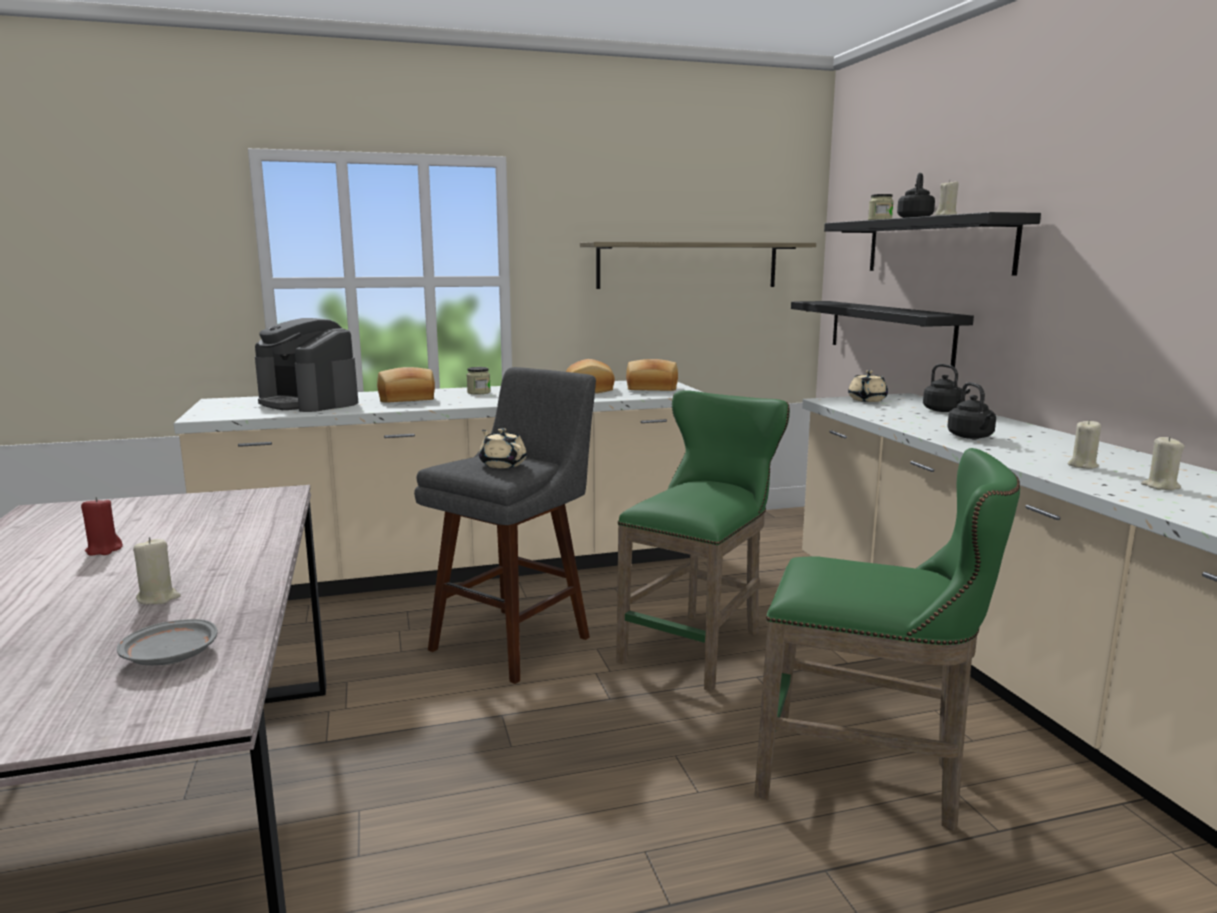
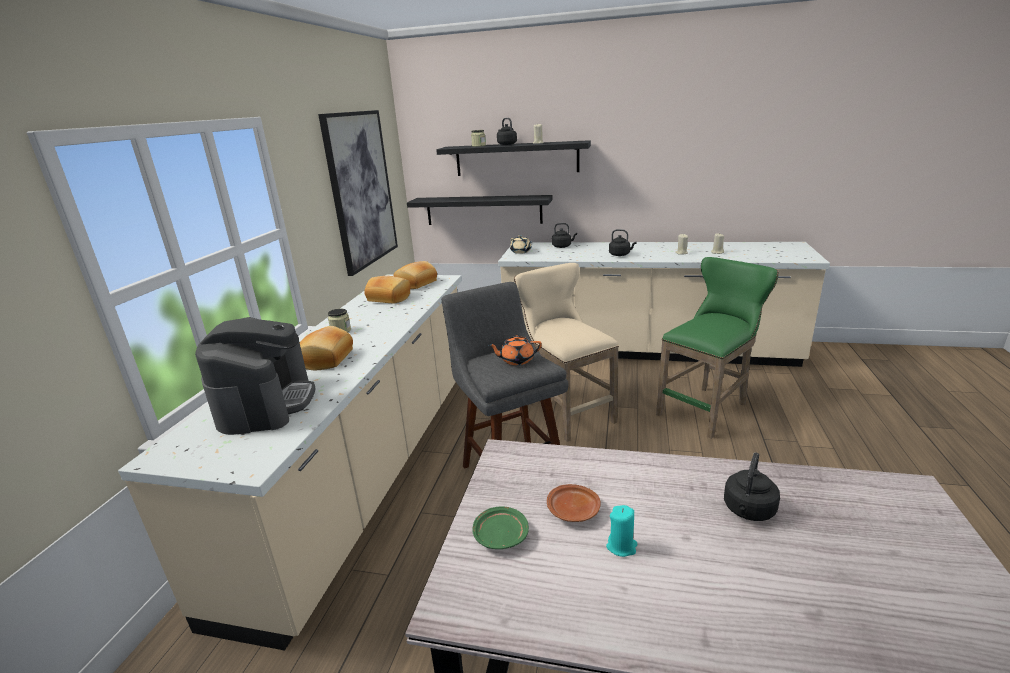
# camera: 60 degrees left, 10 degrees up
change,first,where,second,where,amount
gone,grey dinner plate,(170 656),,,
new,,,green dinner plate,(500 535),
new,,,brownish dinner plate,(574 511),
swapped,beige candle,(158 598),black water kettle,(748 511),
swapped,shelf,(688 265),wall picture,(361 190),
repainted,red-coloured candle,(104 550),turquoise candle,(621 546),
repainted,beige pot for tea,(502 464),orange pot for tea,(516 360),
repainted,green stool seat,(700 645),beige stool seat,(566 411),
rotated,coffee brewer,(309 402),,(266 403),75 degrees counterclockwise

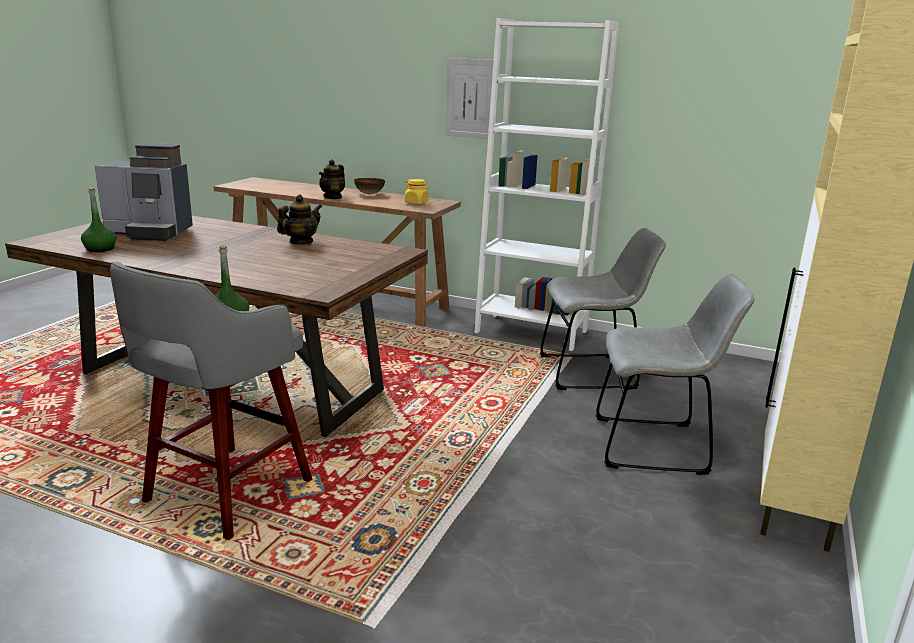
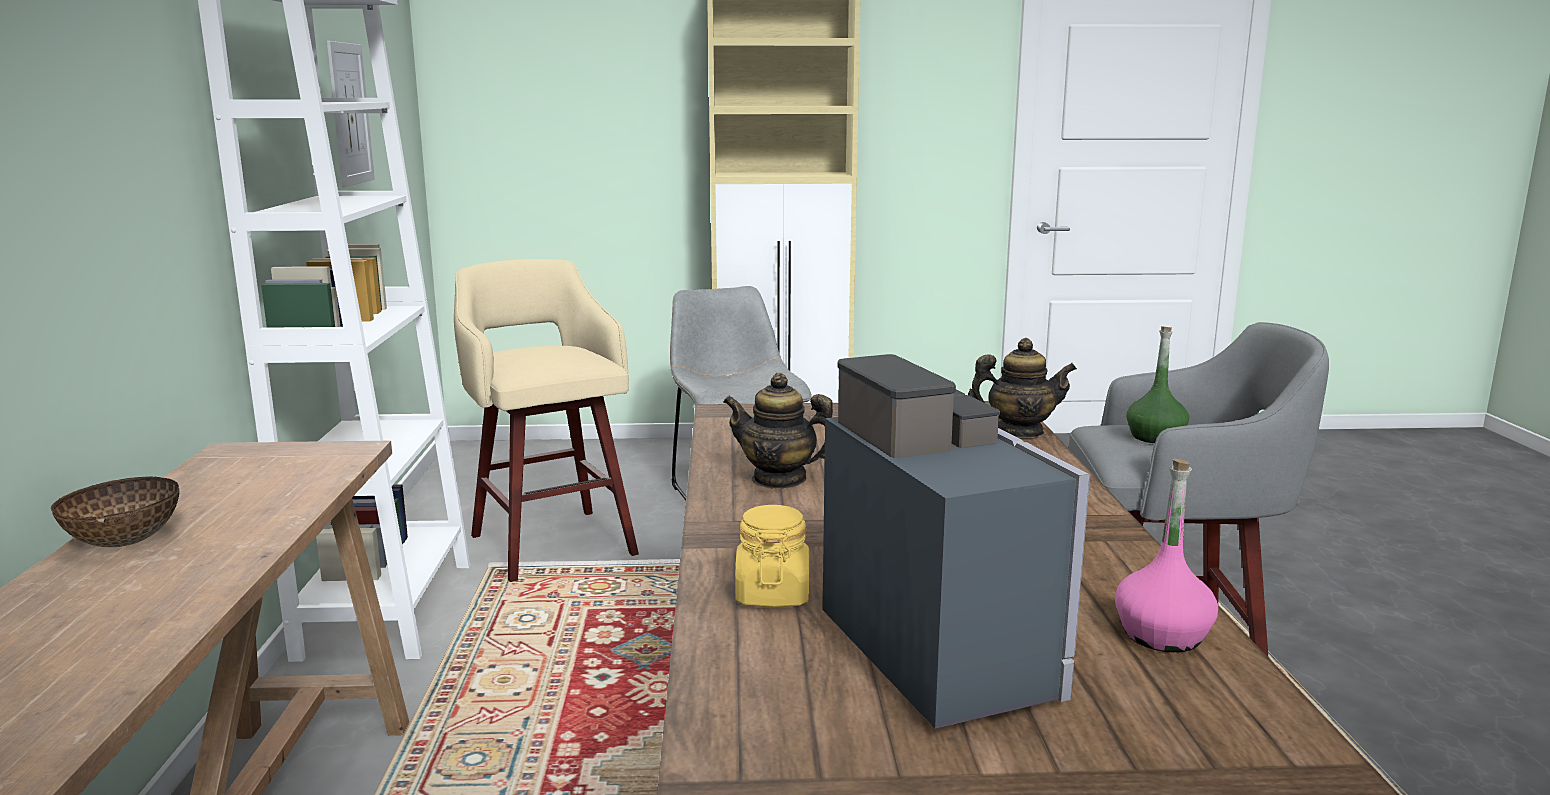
# camera: 115 degrees left, 5 degrees down
change,first,where,second,where,amount
shifted,pot for tea,(333 197),,(1018 432),
shifted,yellow-coloured preserve jar,(416 203),,(772 594),
shifted,wall picture,(470 98),,(350 114),
swapped,grey chair,(593 372),beige stool seat,(551 542),
repainted,green beverage bottle,(100 249),pinkish beverage bottle,(1162 635),

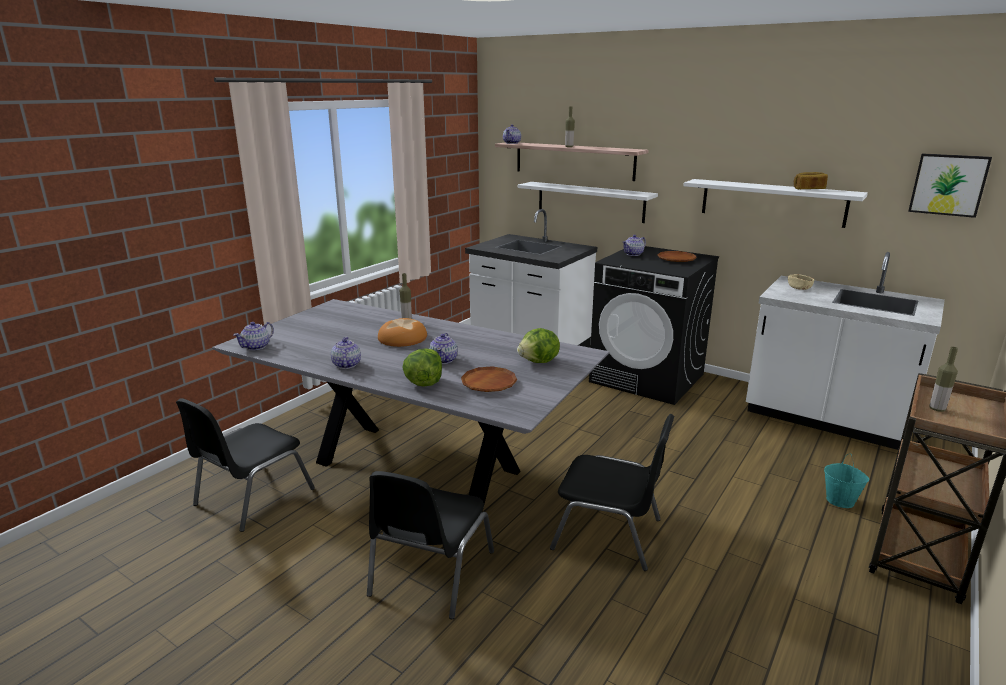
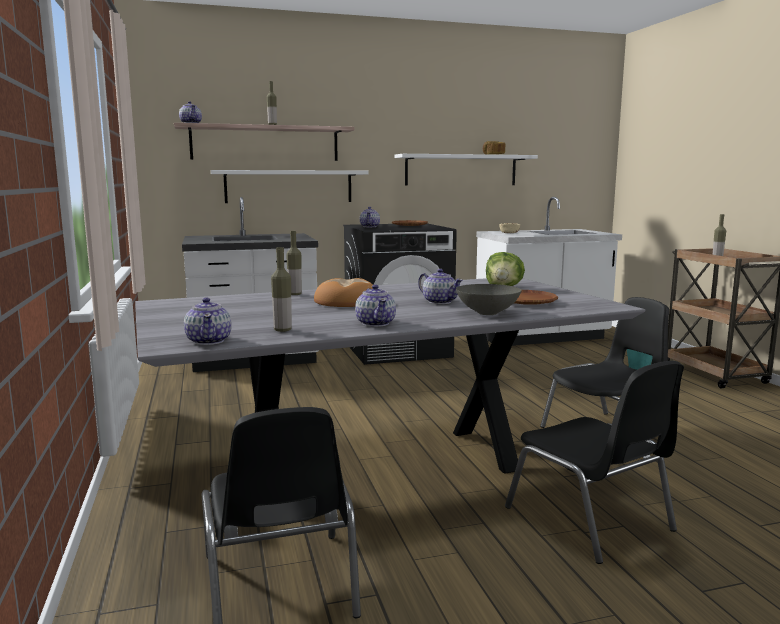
# camera: 50 degrees left, 10 degrees down
change,first,where,second,where,amount
gone,wall picture,(948 184),,,
new,,,beverage bottle,(282 330),
swapped,head of lettuce,(423 383),grey deep dish,(487 313),
rotated,pot for tea,(346 365),,(376 323),135 degrees counterclockwise

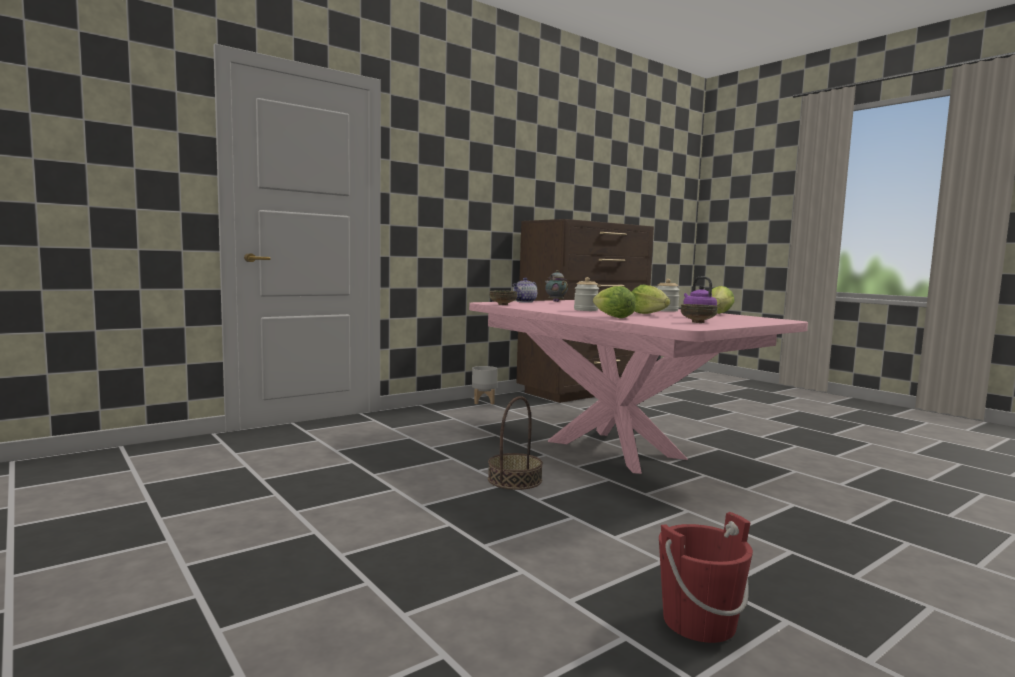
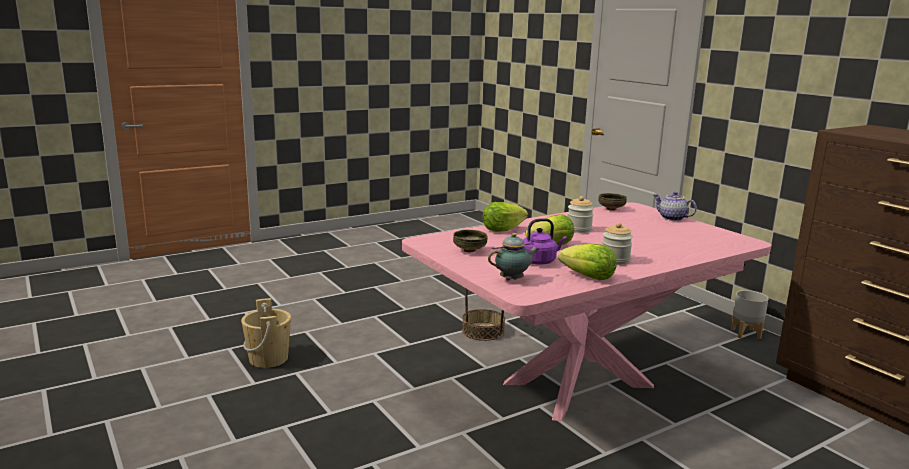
# camera: 95 degrees right, 10 degrees up
change,first,where,second,where,amount
shifted,pot for tea,(555 301),,(513 279),
repainted,red-coloured water bucket,(699 622),beige water bucket,(268 359),

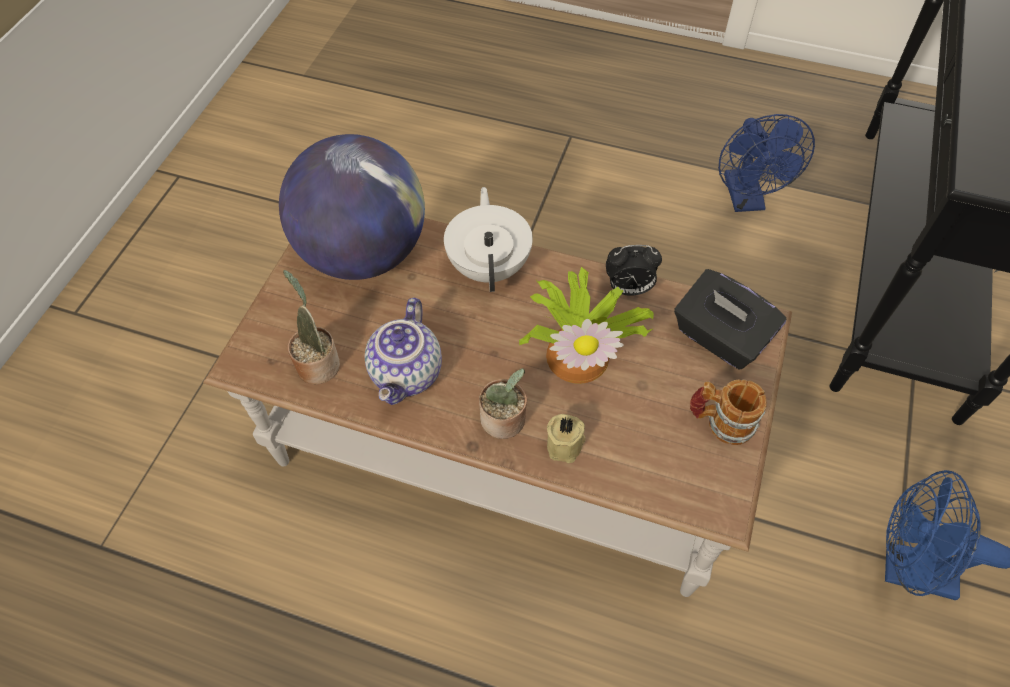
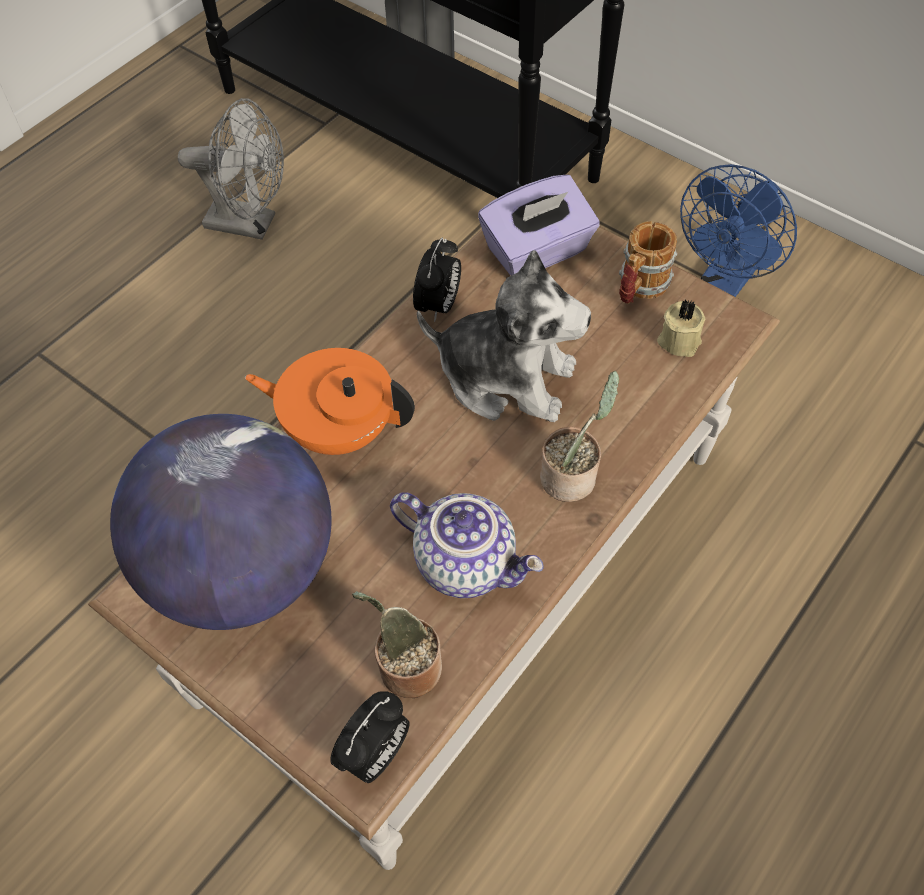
# camera: 70 degrees left, 0 degrees up
change,first,where,second,where,amount
new,,,alarm clock,(375 754),
shifted,beige candle,(566 445),,(679 339),
swapped,potted plant,(580 352),plush toy,(506 377),
repainted,whitish pot for tea,(490 266),orange pot for tea,(338 429),
repainted,black tissue box,(720 338),purple tissue box,(537 252),
repainted,blue-coloured electric fan,(746 200),grey electric fan,(251 223),

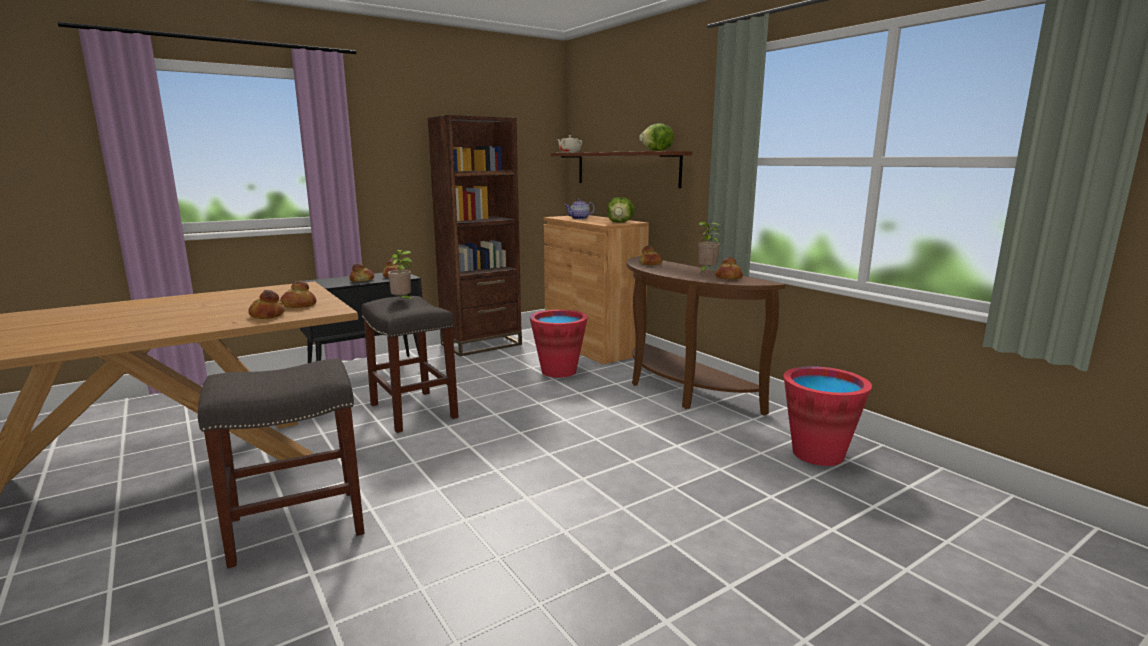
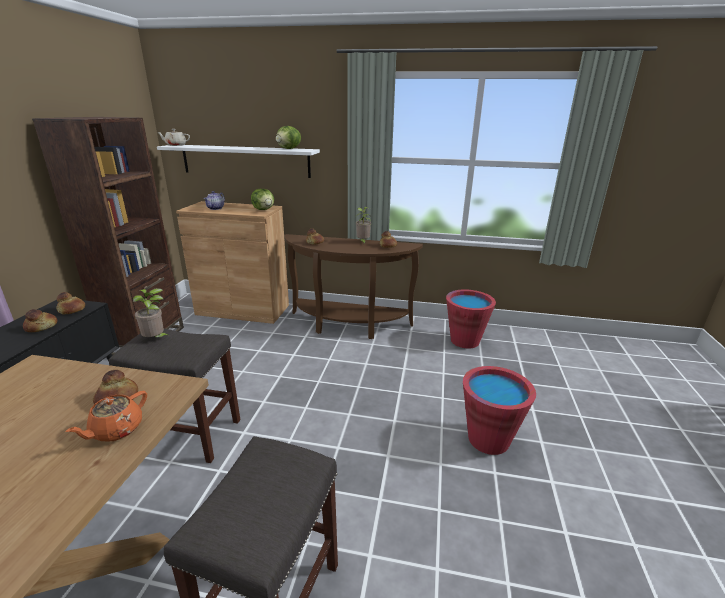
# camera: 45 degrees left, 10 degrees up
change,first,where,second,where,amount
shifted,red-coloured water bucket,(559 371),,(488 439),
swapped,bakery bread,(268 315),orange pot for tea,(116 430),
repainted,brownish shelf,(625 168),whitish shelf,(245 161),

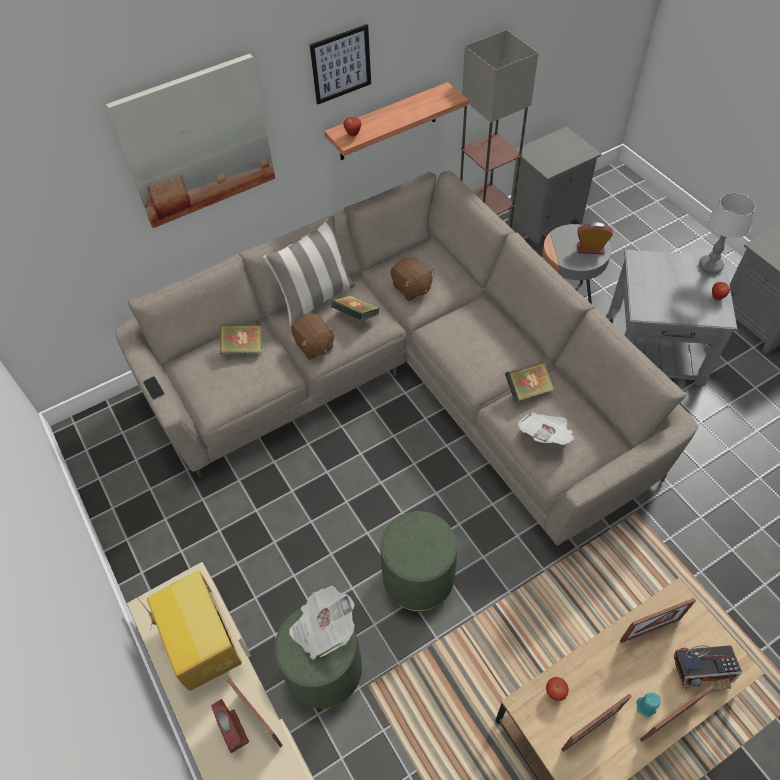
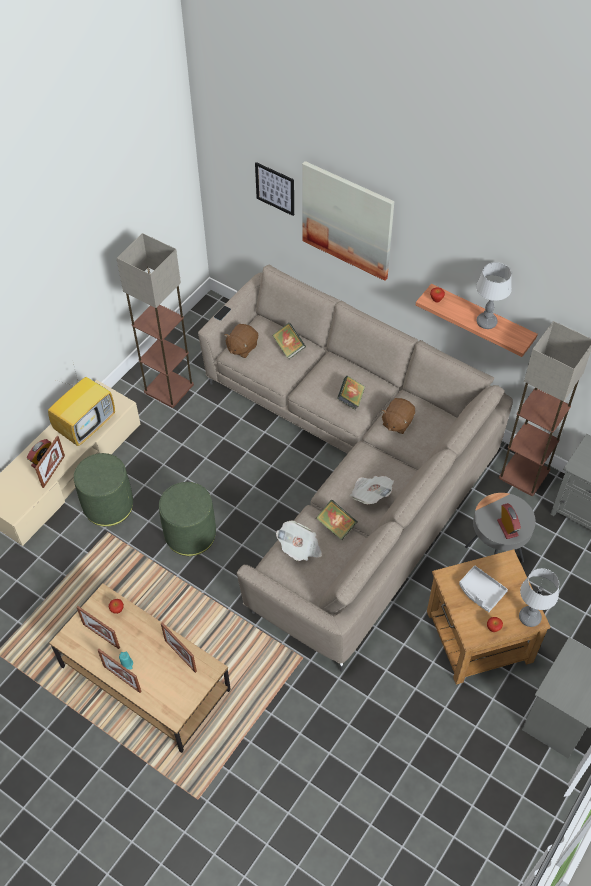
# camera: 65 degrees right, 0 degrees up
change,first,where,second,where,amount
gone,pillow,(315 298),,,
gone,radio,(701 672),,,
new,,,standard lamp,(169 388),
new,,,grey tray,(480 592),
new,,,table lamp,(486 322),
shifted,newspaper,(323 628),,(370 494),
shifted,brownish plush toy,(314 345),,(242 347),
shifted,wall picture,(341 64),,(275 188),
repainted,grey side table,(654 347),brownish side table,(478 636),

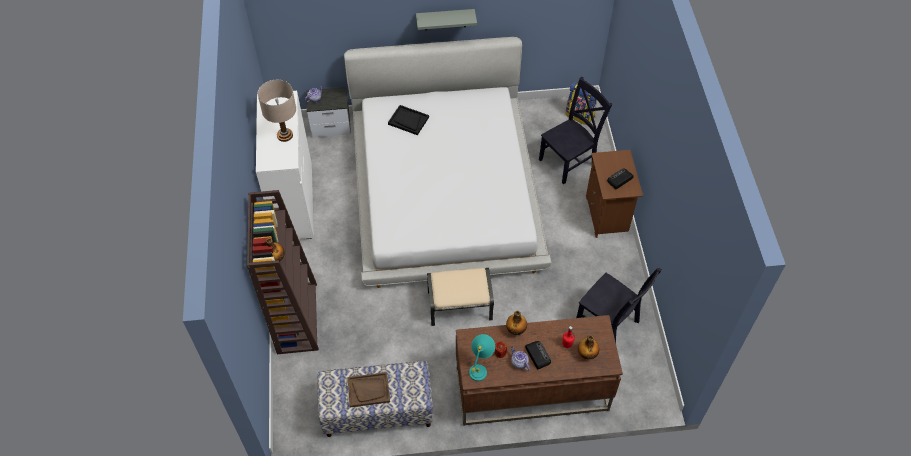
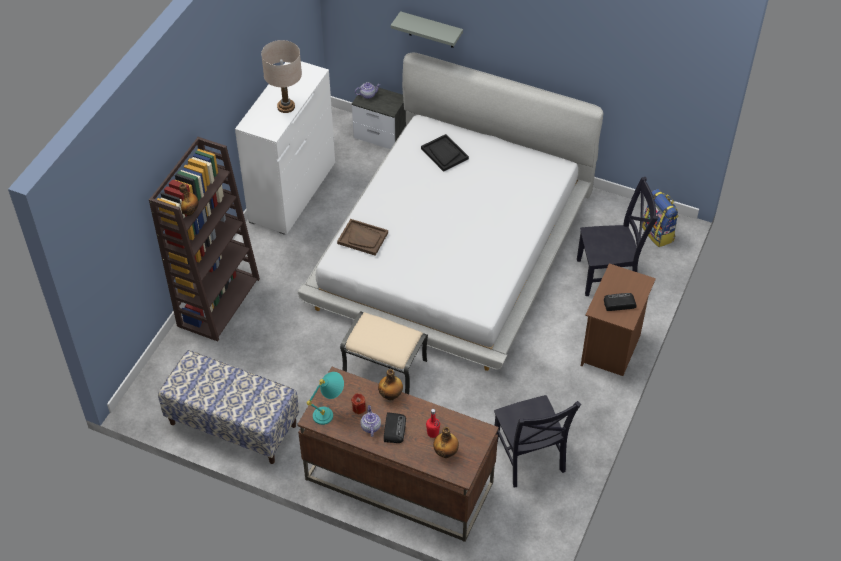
# camera: 30 degrees right, 5 degrees down
change,first,where,second,where,amount
shifted,brownish tray,(368 390),,(363 238),
shifted,grey shelf,(445 19),,(431 30),

